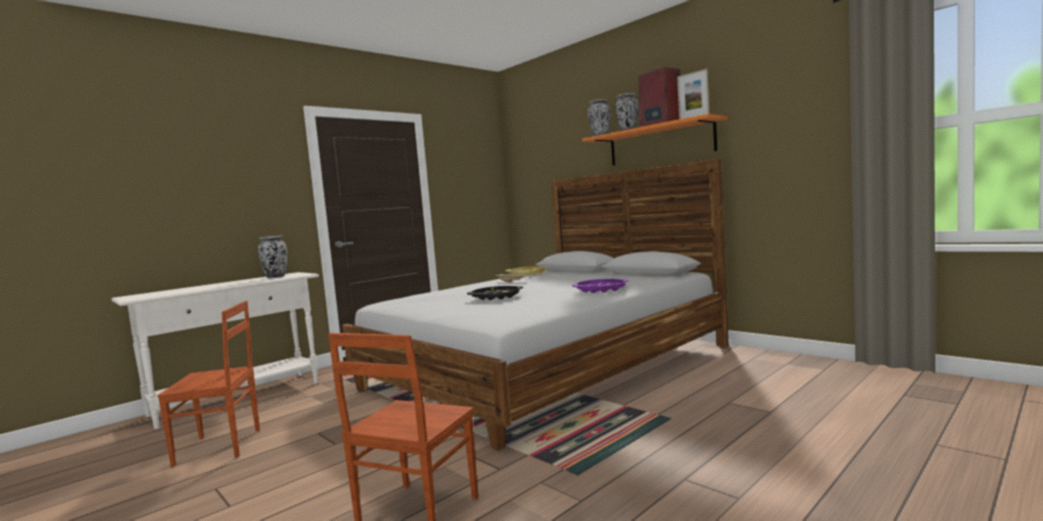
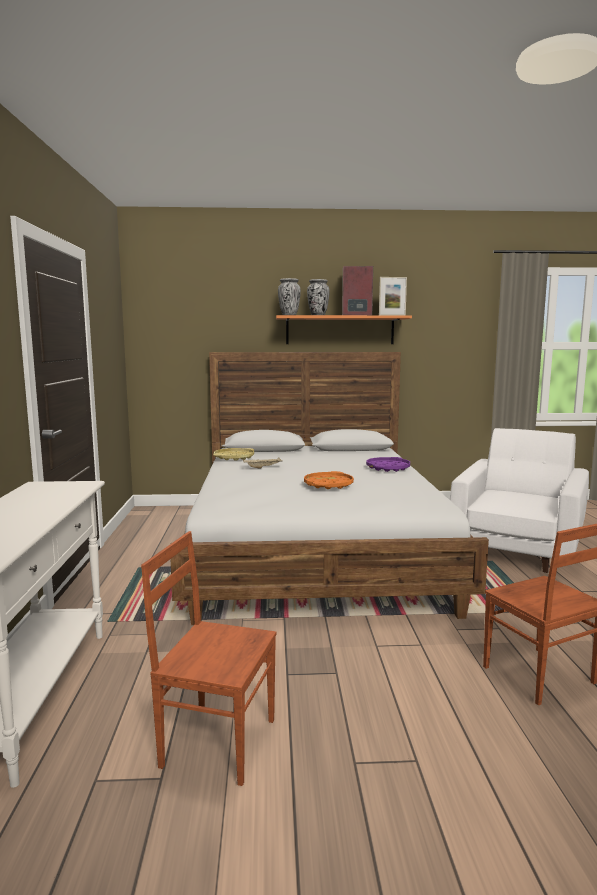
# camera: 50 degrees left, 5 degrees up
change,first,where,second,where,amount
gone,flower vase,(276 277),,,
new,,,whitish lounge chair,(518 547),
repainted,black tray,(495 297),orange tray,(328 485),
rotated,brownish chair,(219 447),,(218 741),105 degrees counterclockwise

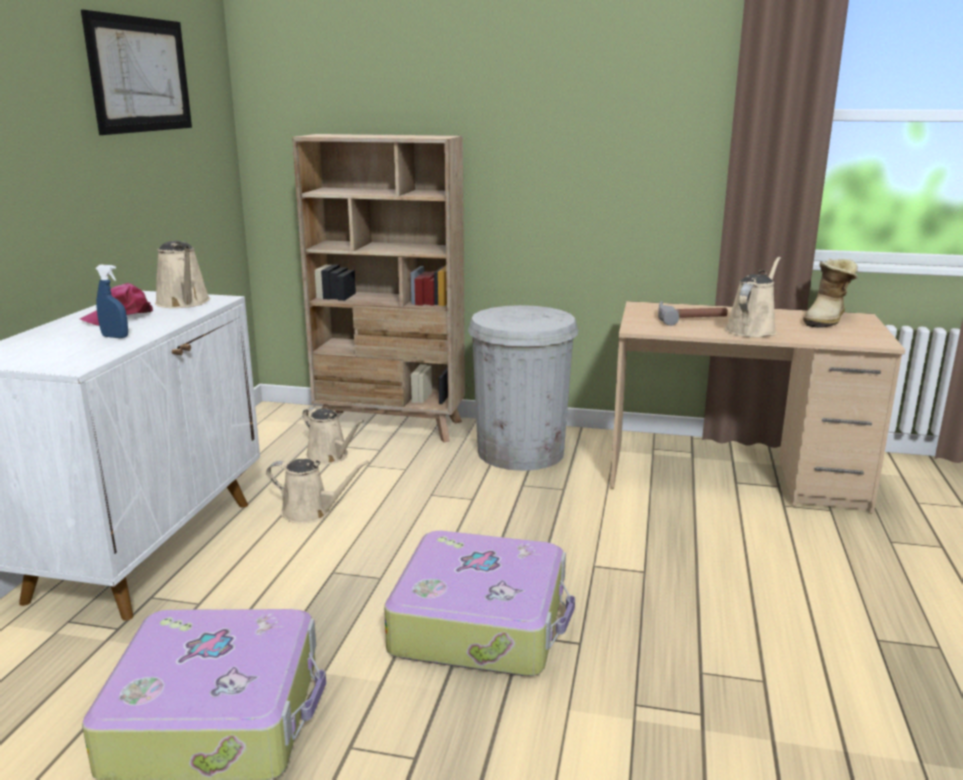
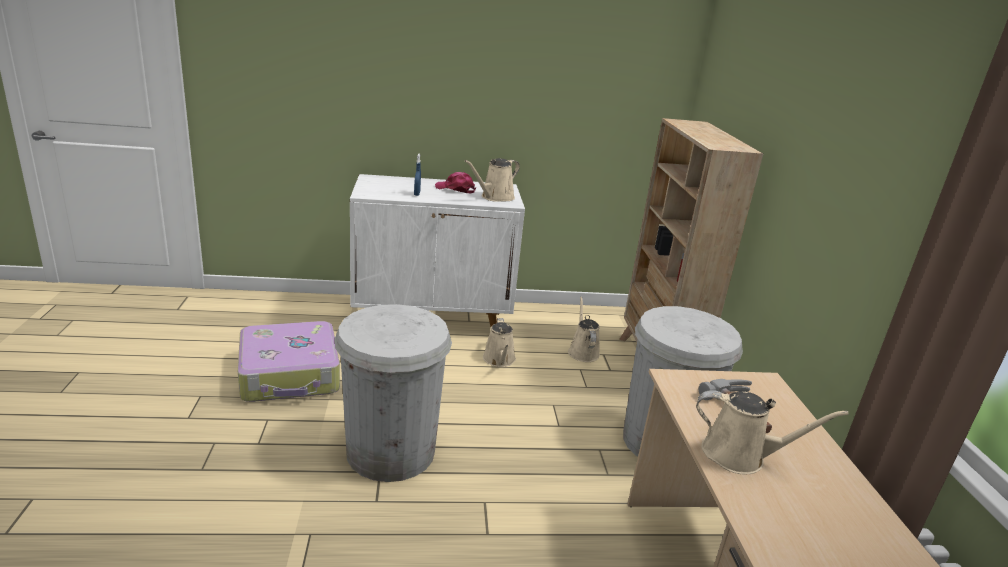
# camera: 70 degrees right, 5 degrees up
change,first,where,second,where,amount
gone,wall picture,(140 75),,,
gone,tall boot,(827 320),,,
swapped,travel case,(481 622),whitish rubbish bin,(391 451),
rotated,beige sprinkling can,(330 456),,(582 351),150 degrees clockwise

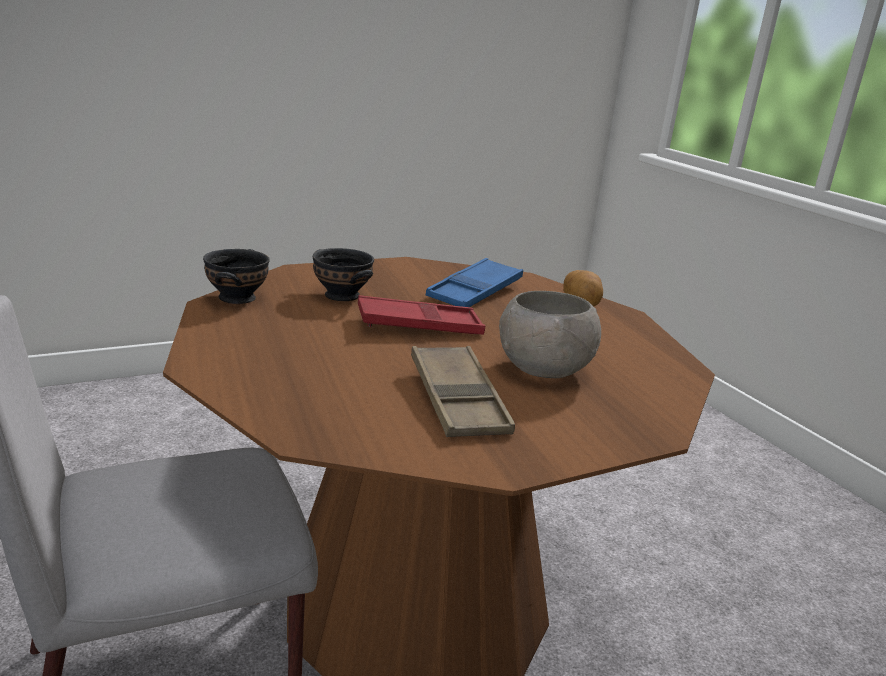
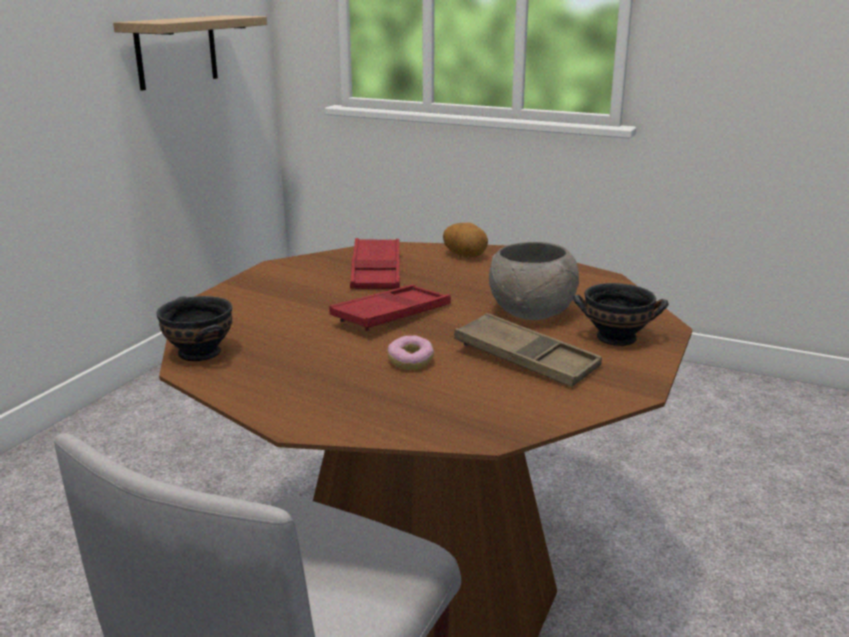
# camera: 35 degrees left, 0 degrees up
change,first,where,second,where,amount
new,,,shelf,(176 51),
new,,,ring doughnut,(410 362),
shifted,black deep dish,(342 296),,(617 338),
repainted,blue-coloured tray,(475 291),red-coloured tray,(376 272),

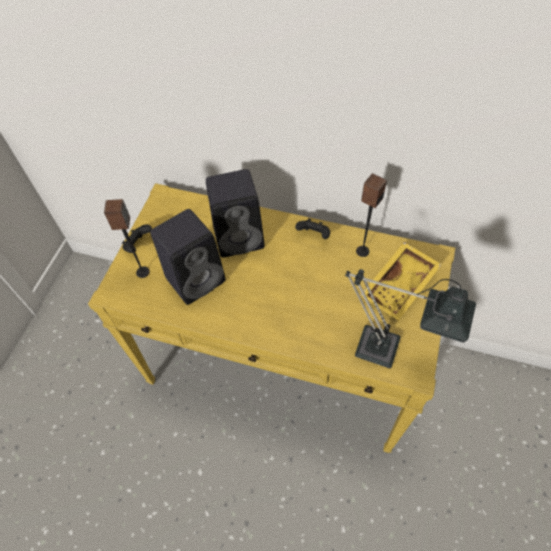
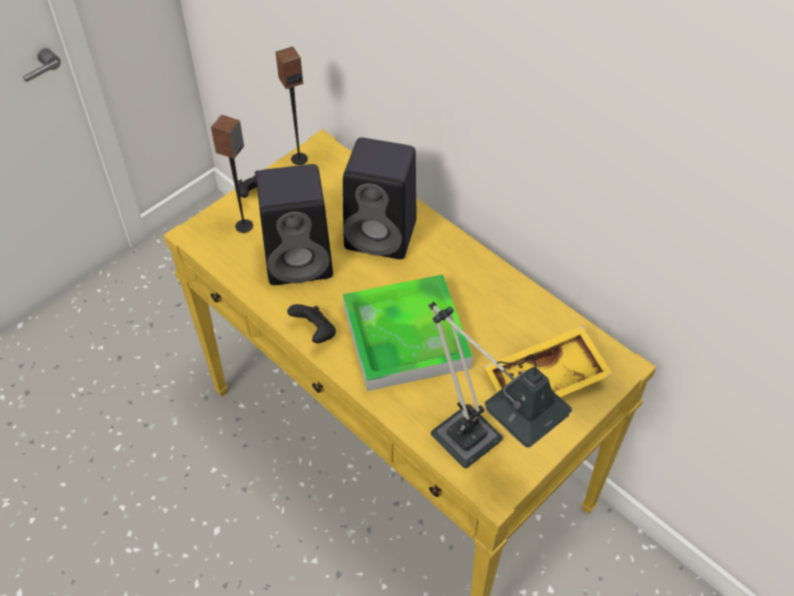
# camera: 25 degrees right, 5 degrees down
change,first,where,second,where,amount
new,,,tray,(406 337),
shifted,black joypad,(314 235),,(315 332),
shifted,loudspeaker,(362 251),,(299 158),

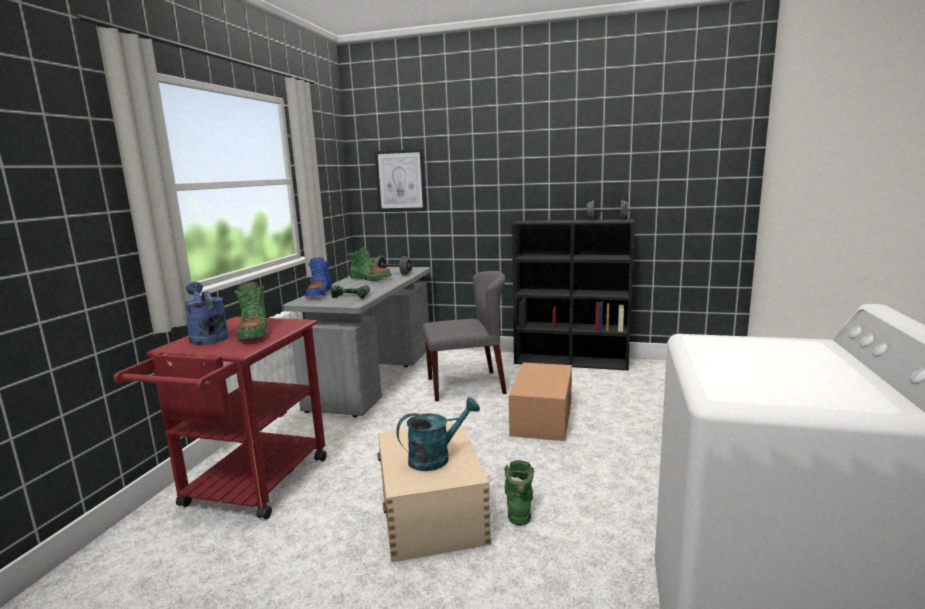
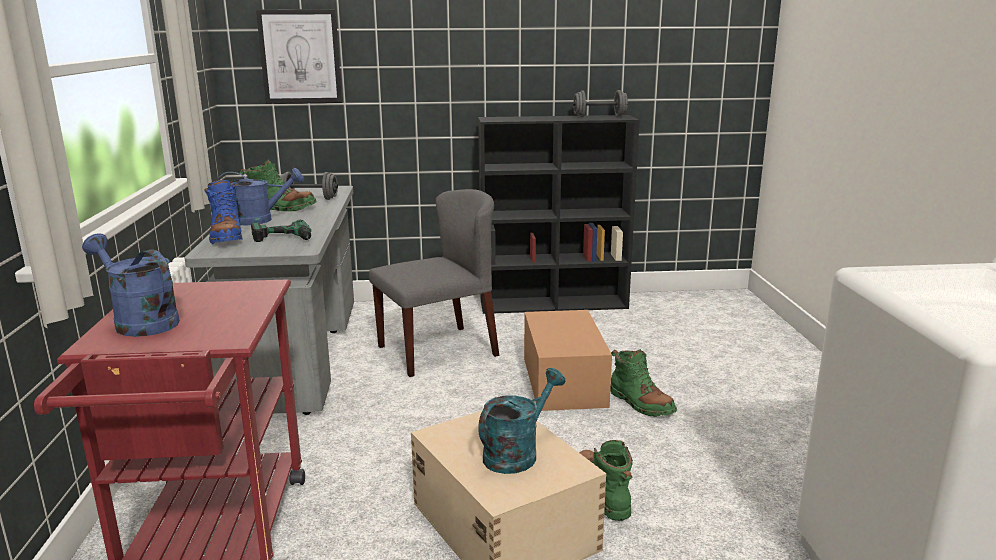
# camera: 20 degrees left, 5 degrees up
change,first,where,second,where,amount
new,,,blue-coloured sprinkling can,(260 220),
shifted,green tall boot,(254 333),,(640 403),

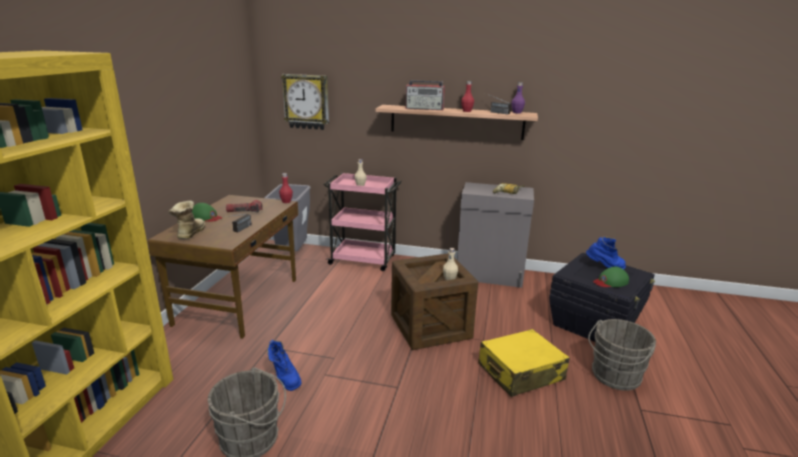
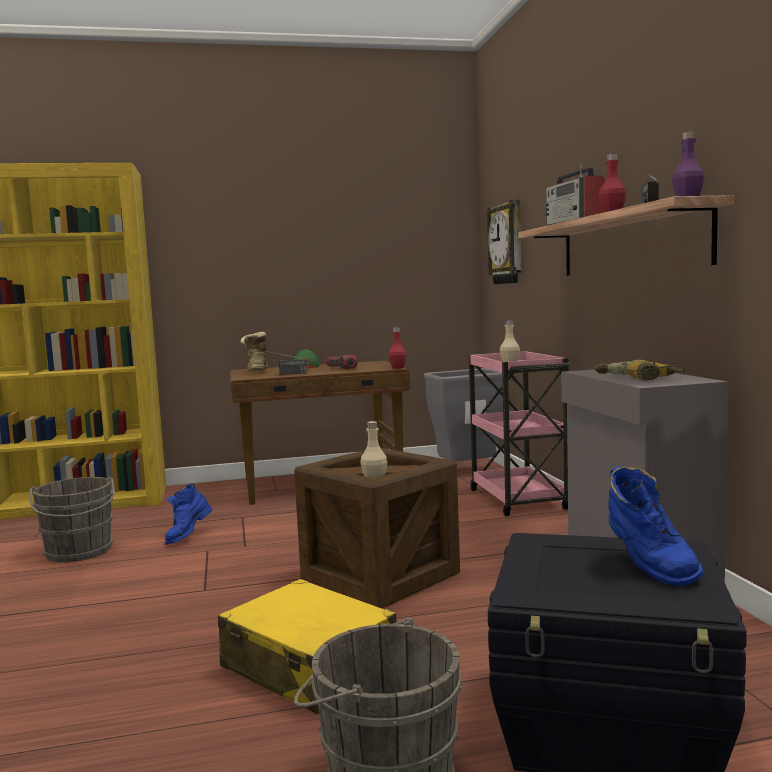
# camera: 65 degrees right, 15 degrees down
change,first,where,second,where,amount
gone,green baseball cap,(610 281),,,
rotated,tall boot,(189 234),,(256 371),75 degrees counterclockwise

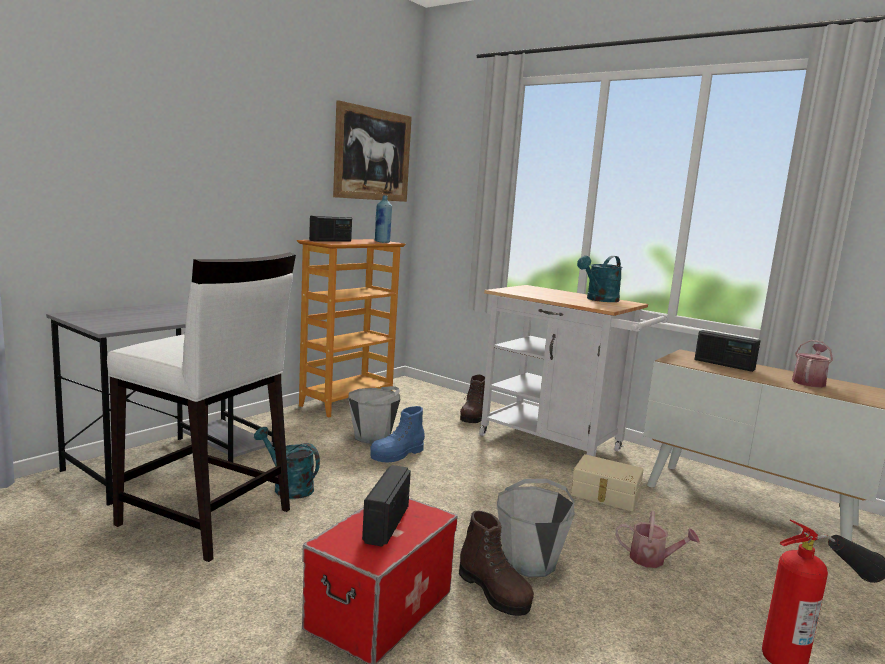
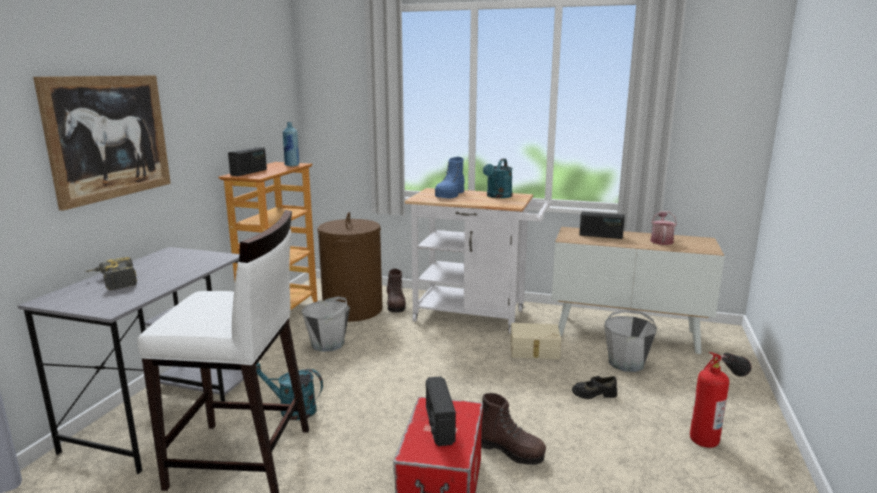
# camera: 20 degrees left, 5 degrees up
change,first,where,second,where,amount
new,,,power drill,(112 281),
new,,,brownish laundry basket,(352 309),
shifted,wall picture,(372 155),,(109 137),
shifted,blue-coloured tall boot,(397 455),,(450 195),
shifted,grey water bucket,(529 562),,(626 363),
swapped,sprinkling can,(652 559),black low shoe,(593 393),

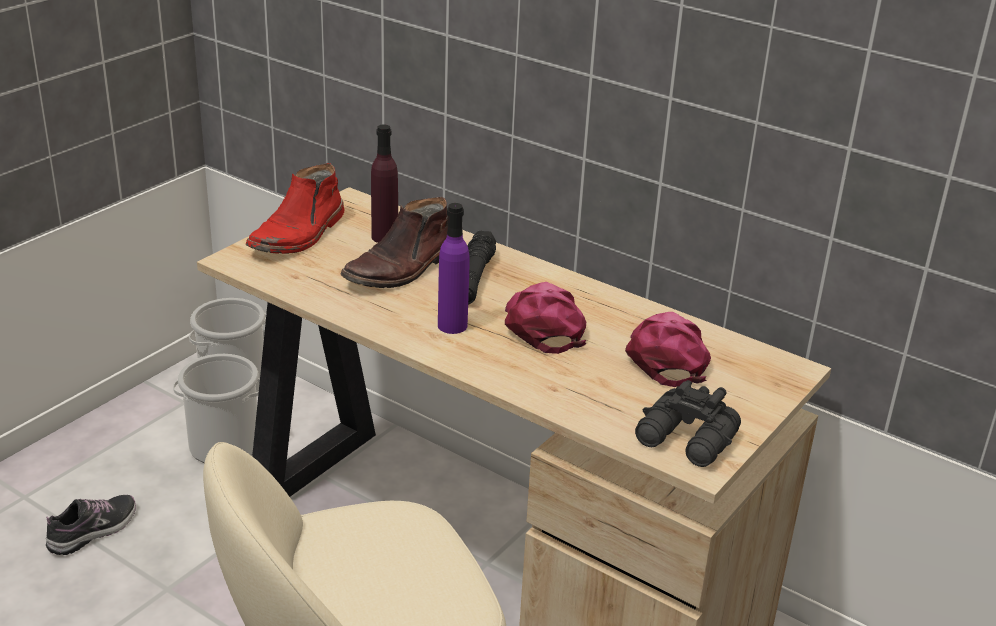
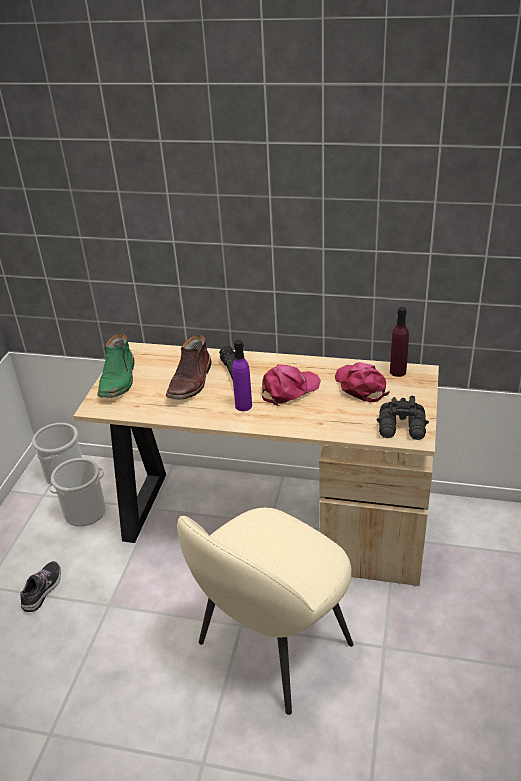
# camera: 20 degrees left, 5 degrees up
change,first,where,second,where,amount
shifted,purple beverage bottle,(384 237),,(398 372),
repainted,red-coloured tall boot,(299 235),green tall boot,(118 380),
rotated,pinkish baseball cap,(543 325),,(289 389),90 degrees clockwise

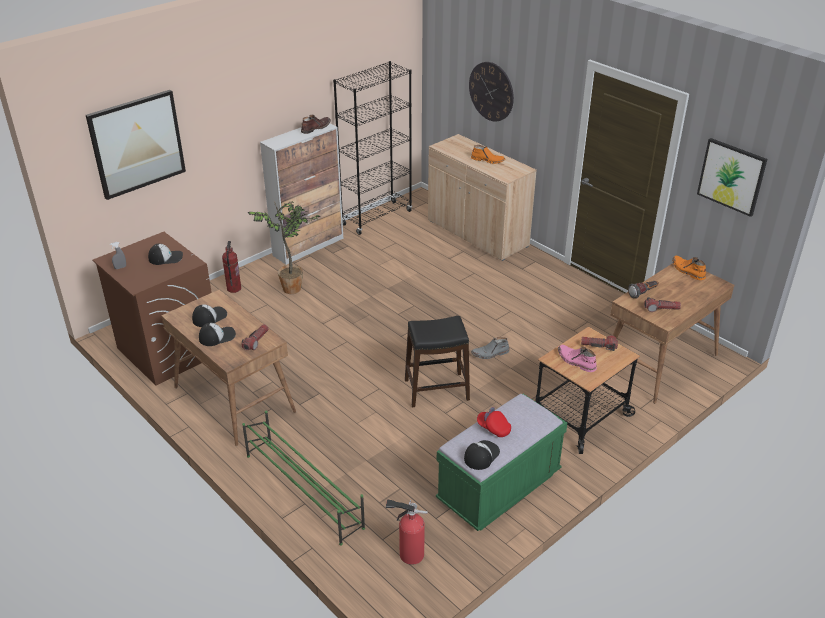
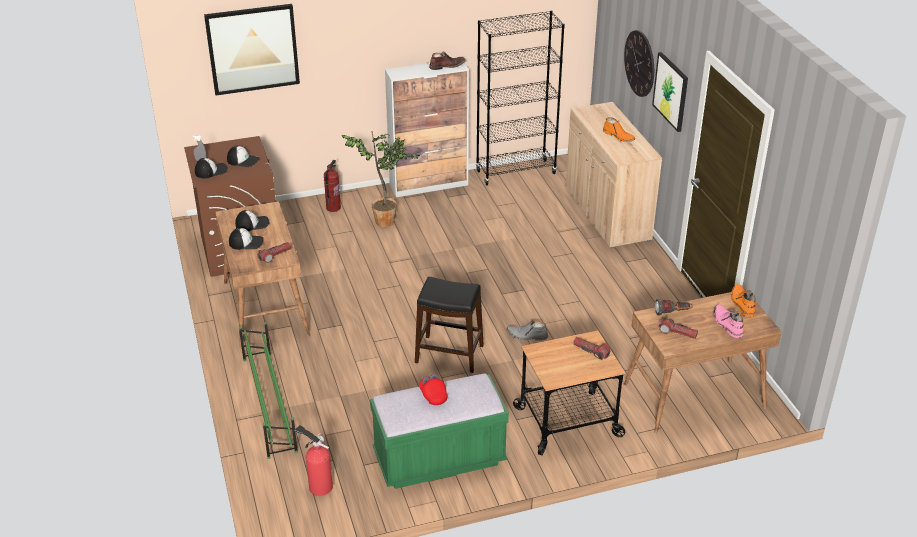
# camera: 25 degrees right, 0 degrees up
change,first,where,second,where,amount
shifted,baseball cap,(481 455),,(211 171),
shifted,pinkish tall boot,(576 361),,(727 324),
shifted,wall picture,(731 176),,(671 91),

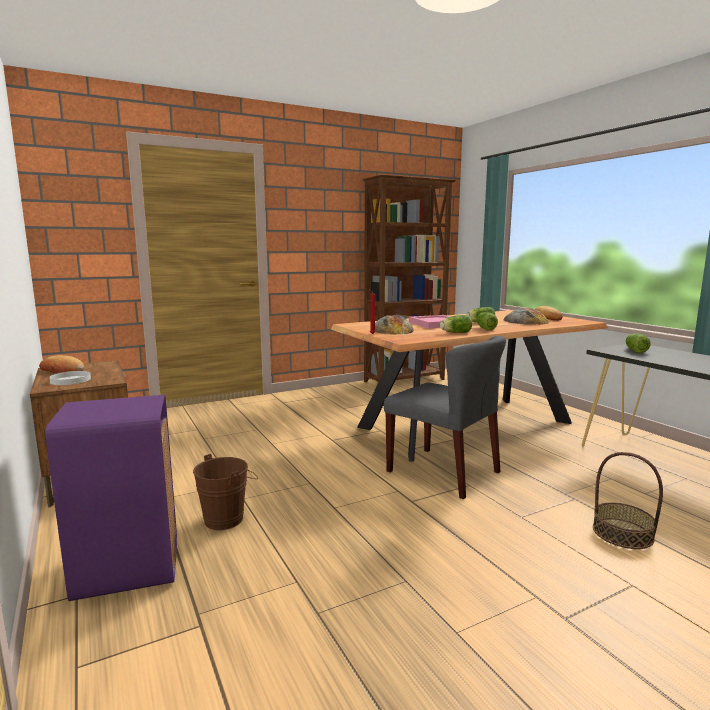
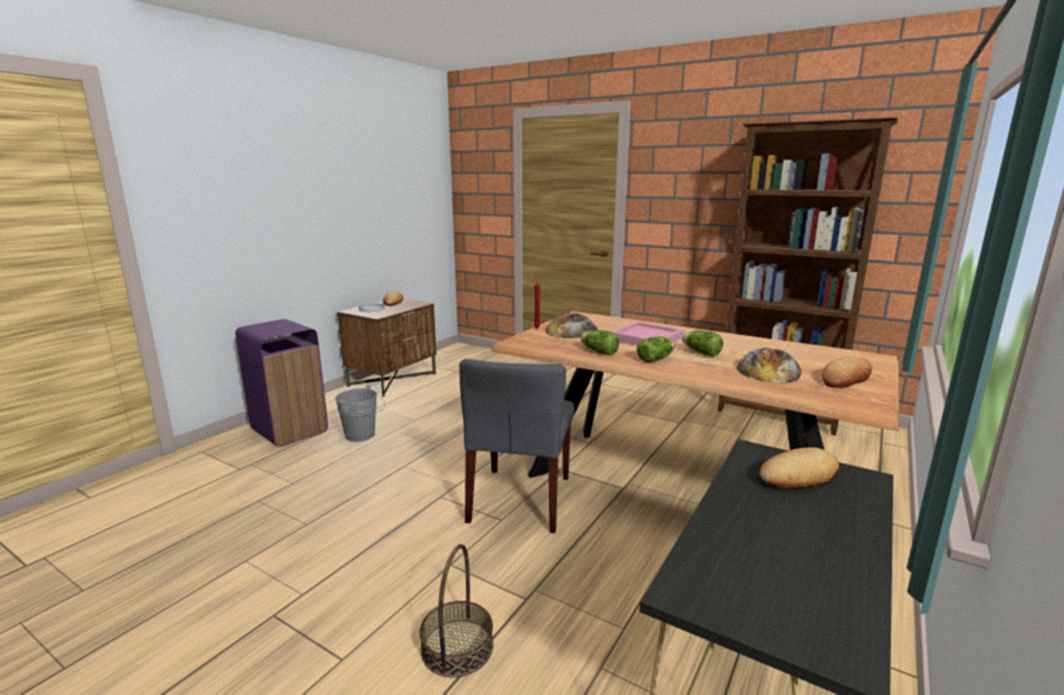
# camera: 60 degrees right, 5 degrees up
change,first,where,second,where,amount
swapped,head of lettuce,(635 350),bakery bread,(798 475),
repainted,brownish water bucket,(228 518),grey water bucket,(363 435),

